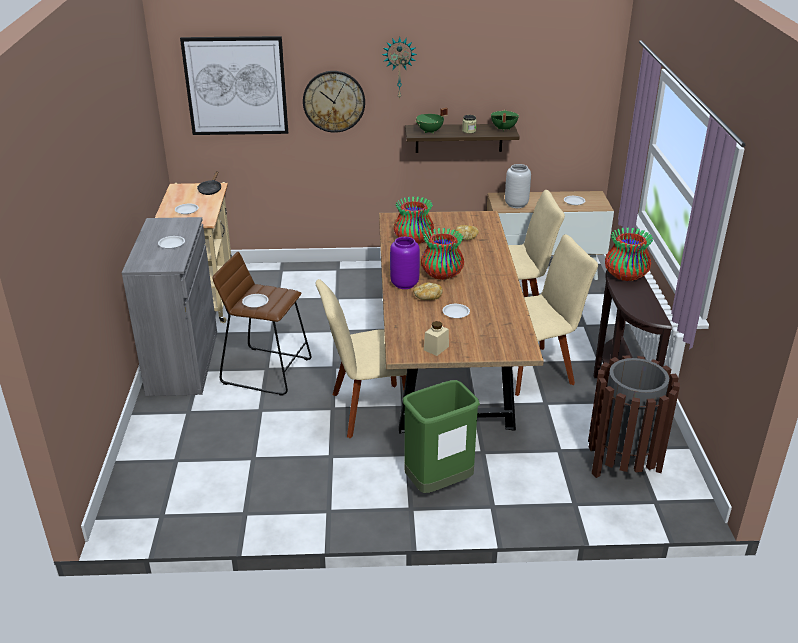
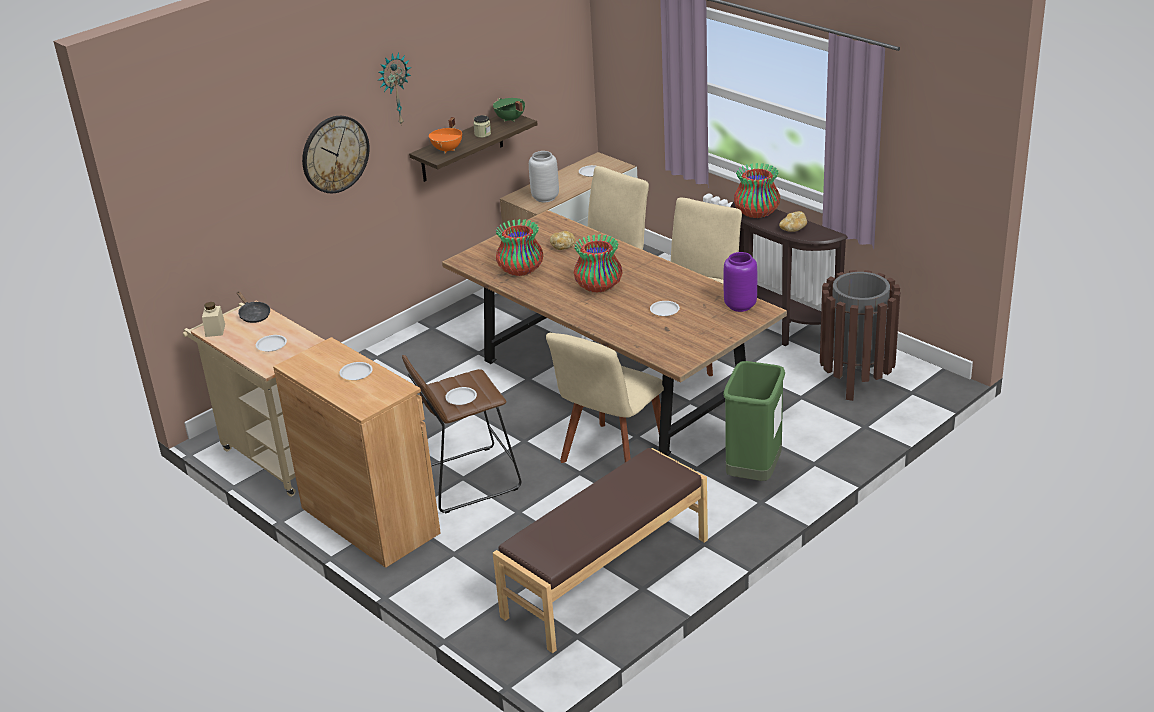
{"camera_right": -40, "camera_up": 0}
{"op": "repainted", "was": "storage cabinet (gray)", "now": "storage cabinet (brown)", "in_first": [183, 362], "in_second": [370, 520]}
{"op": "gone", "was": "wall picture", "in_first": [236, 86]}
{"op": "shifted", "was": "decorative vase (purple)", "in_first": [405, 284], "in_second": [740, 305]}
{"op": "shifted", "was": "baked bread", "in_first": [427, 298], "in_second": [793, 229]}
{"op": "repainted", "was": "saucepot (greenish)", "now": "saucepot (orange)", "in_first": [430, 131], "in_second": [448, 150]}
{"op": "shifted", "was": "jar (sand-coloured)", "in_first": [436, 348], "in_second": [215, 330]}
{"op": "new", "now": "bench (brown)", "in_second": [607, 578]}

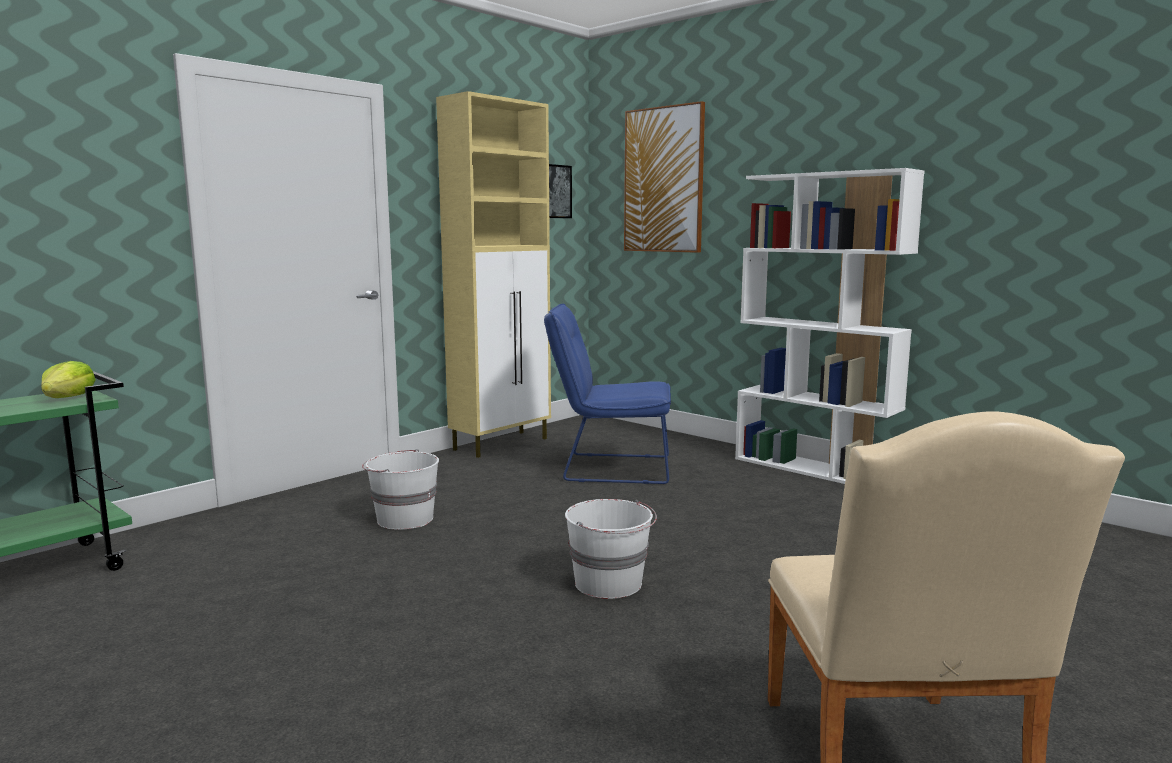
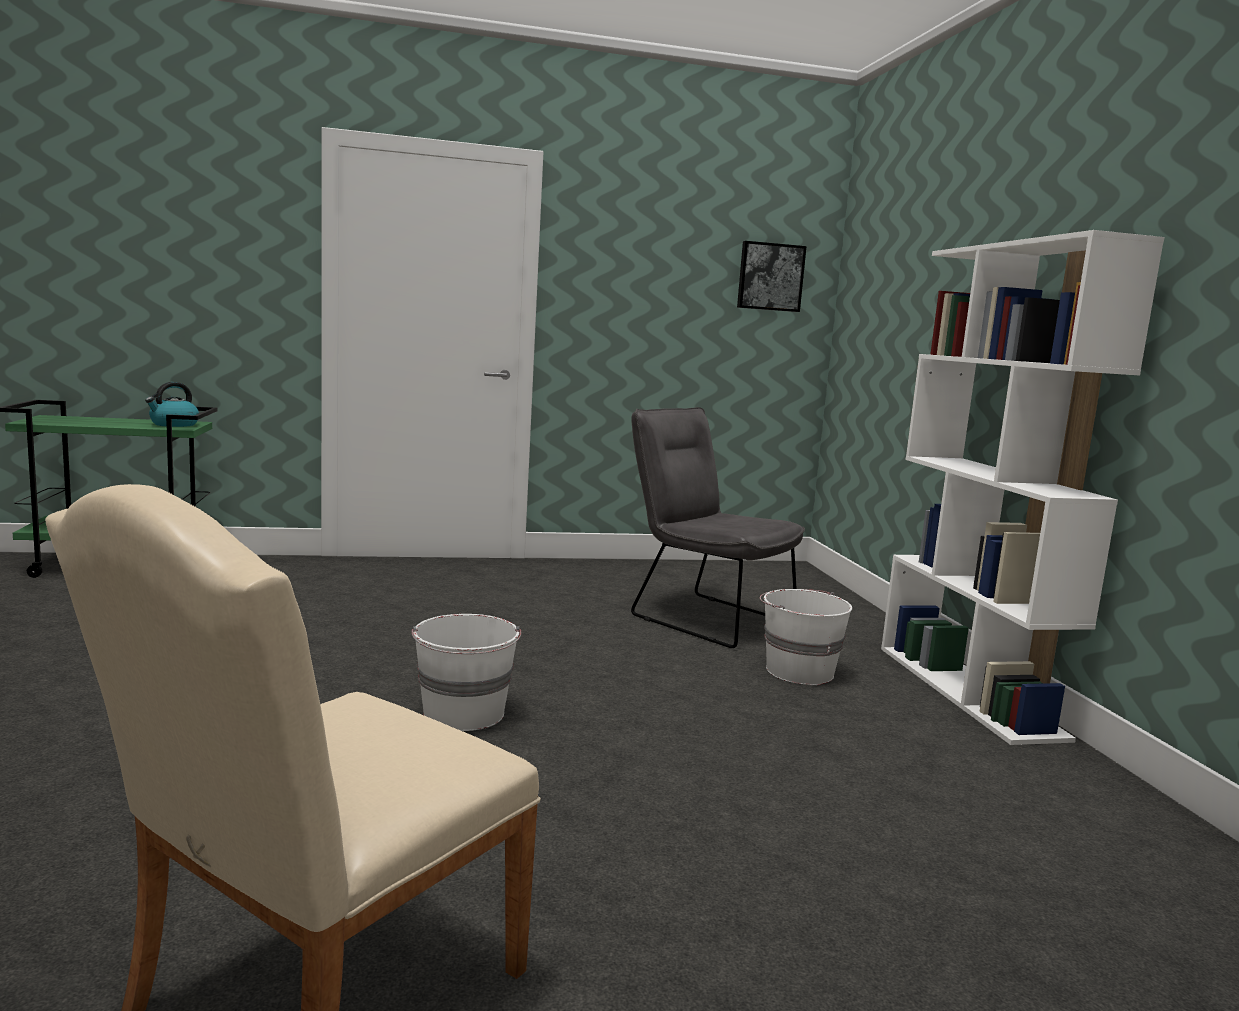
{"camera_right": 35, "camera_up": 0}
{"op": "swapped", "was": "lettuce", "now": "tea kettle", "in_first": [68, 398], "in_second": [174, 424]}
{"op": "shifted", "was": "water bucket (white)", "in_first": [403, 519], "in_second": [798, 671]}
{"op": "gone", "was": "storage cabinet (sand-coloured)", "in_first": [502, 444]}
{"op": "repainted", "was": "upright chair (bluish)", "now": "upright chair (gray)", "in_first": [608, 468], "in_second": [704, 617]}
{"op": "gone", "was": "wall picture", "in_first": [664, 180]}

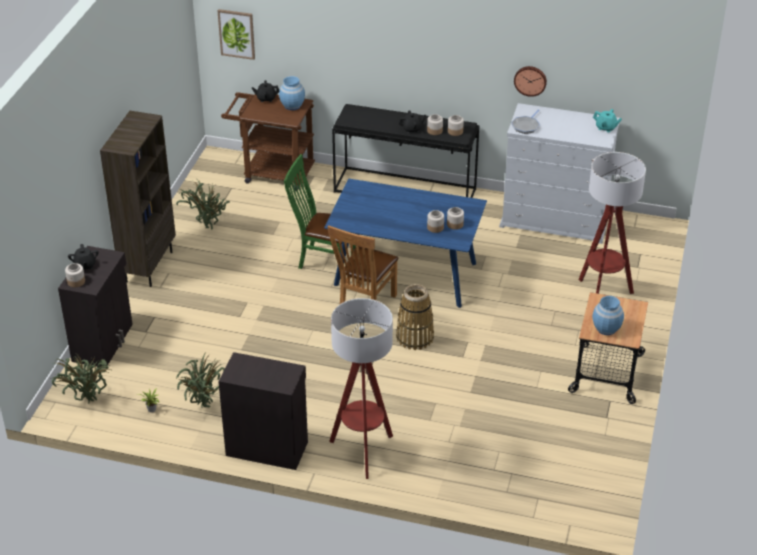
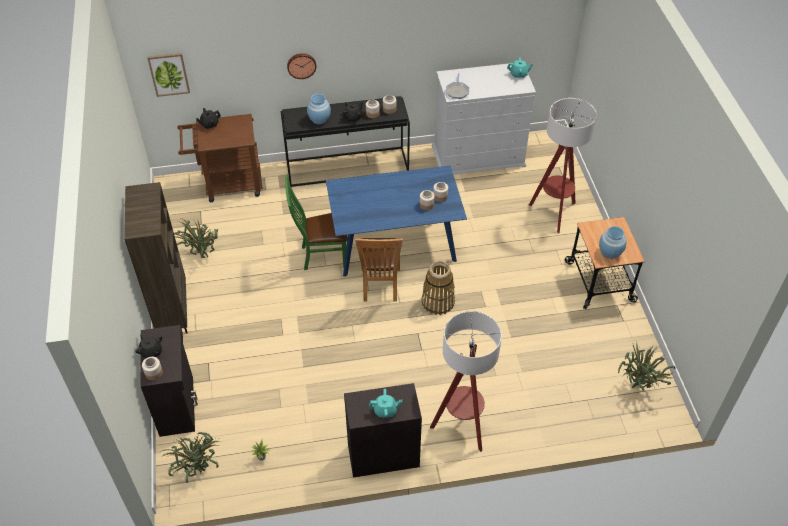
{"camera_right": -25, "camera_up": 10}
{"op": "shifted", "was": "potted plant", "in_first": [203, 407], "in_second": [638, 387]}
{"op": "shifted", "was": "decorative vase (bluish)", "in_first": [292, 105], "in_second": [319, 119]}
{"op": "shifted", "was": "wall clock", "in_first": [530, 80], "in_second": [301, 65]}
{"op": "new", "now": "teapot (turquoise)", "in_second": [385, 410]}

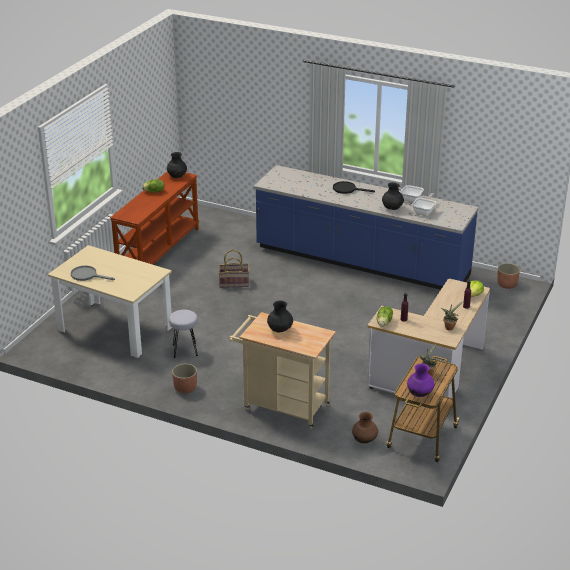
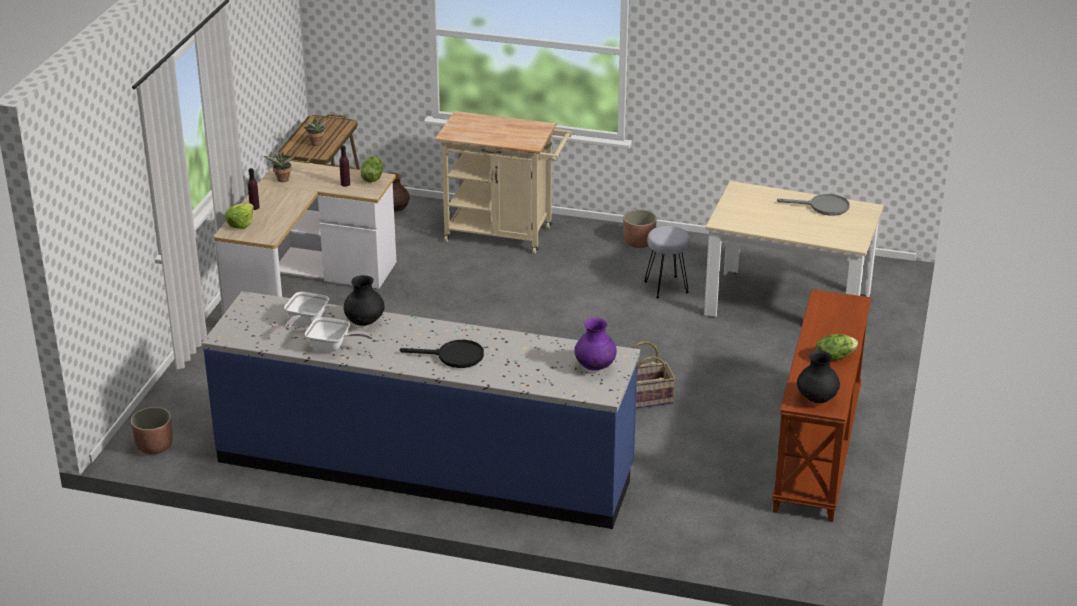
{"camera_right": 170, "camera_up": 0}
{"op": "gone", "was": "decorative vase (black)", "in_first": [280, 330]}
{"op": "shifted", "was": "decorative vase (purple)", "in_first": [419, 394], "in_second": [595, 367]}

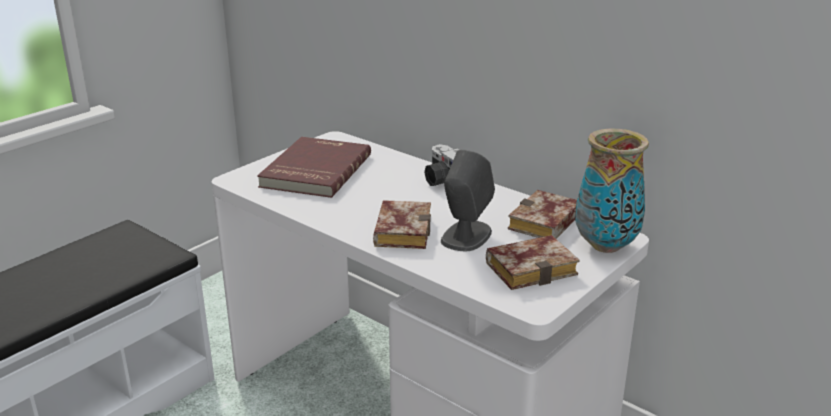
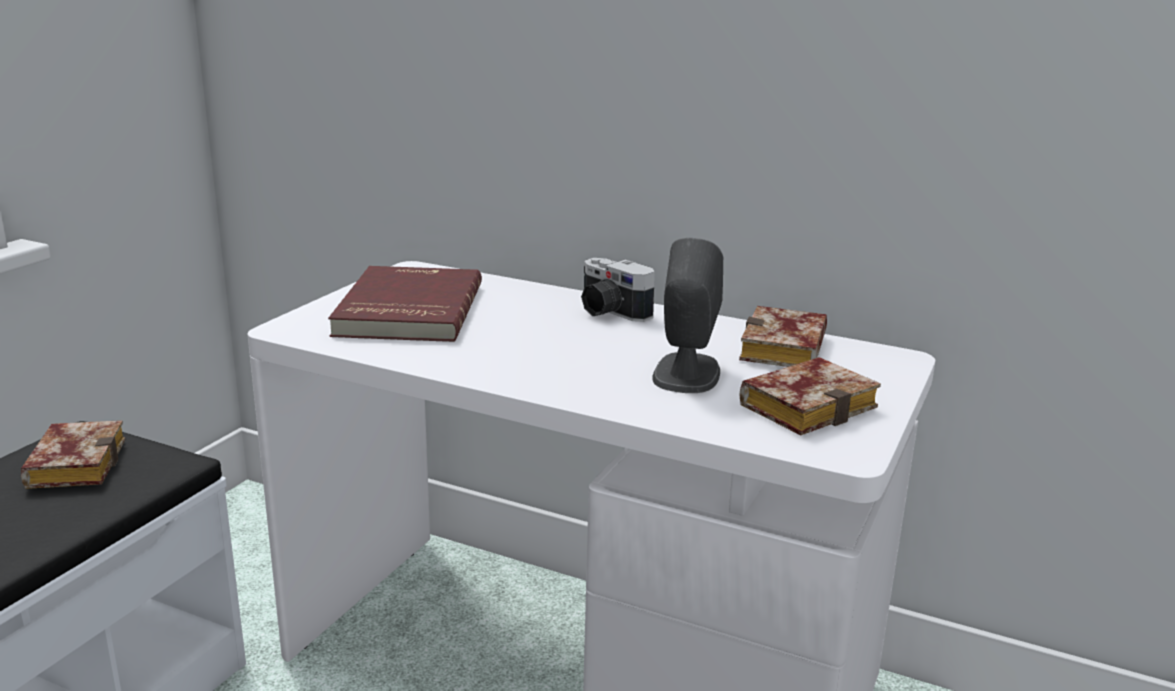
{"camera_right": -15, "camera_up": -5}
{"op": "shifted", "was": "bound book", "in_first": [401, 230], "in_second": [75, 462]}
{"op": "gone", "was": "decorative vase", "in_first": [606, 245]}

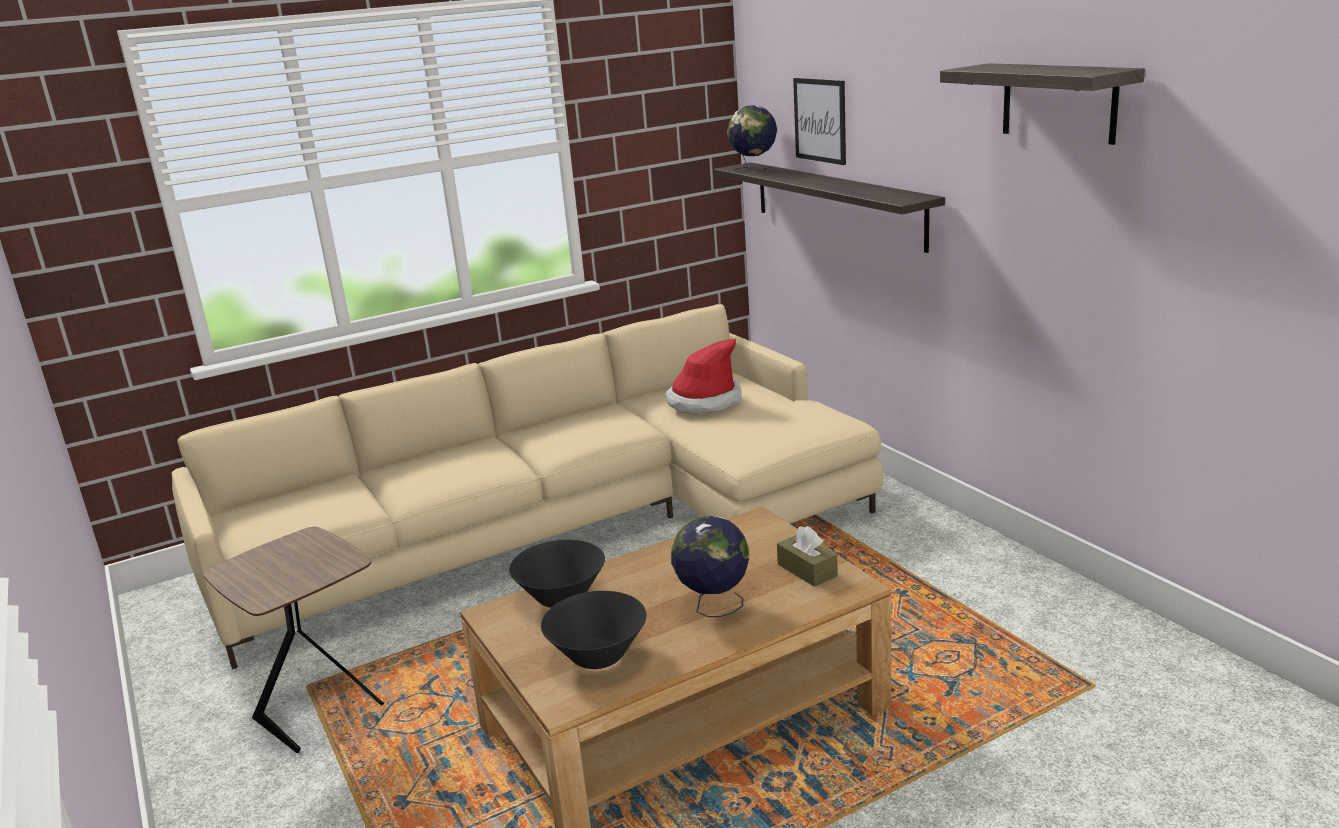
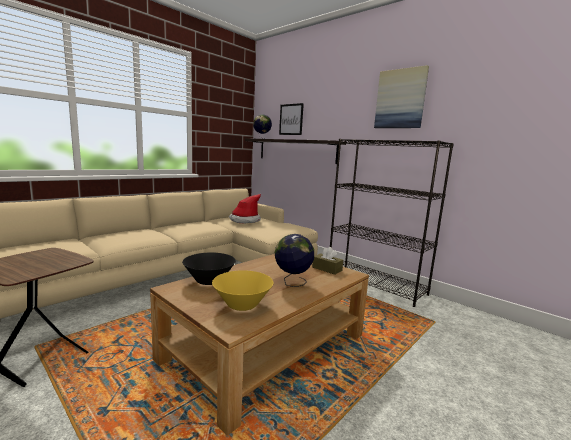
{"camera_right": -20, "camera_up": -10}
{"op": "repainted", "was": "deep dish (black)", "now": "deep dish (yellow)", "in_first": [597, 656], "in_second": [242, 305]}
{"op": "swapped", "was": "wall shelf", "now": "wall picture", "in_first": [1058, 102], "in_second": [400, 99]}
{"op": "new", "now": "bookshelf (black)", "in_second": [376, 285]}

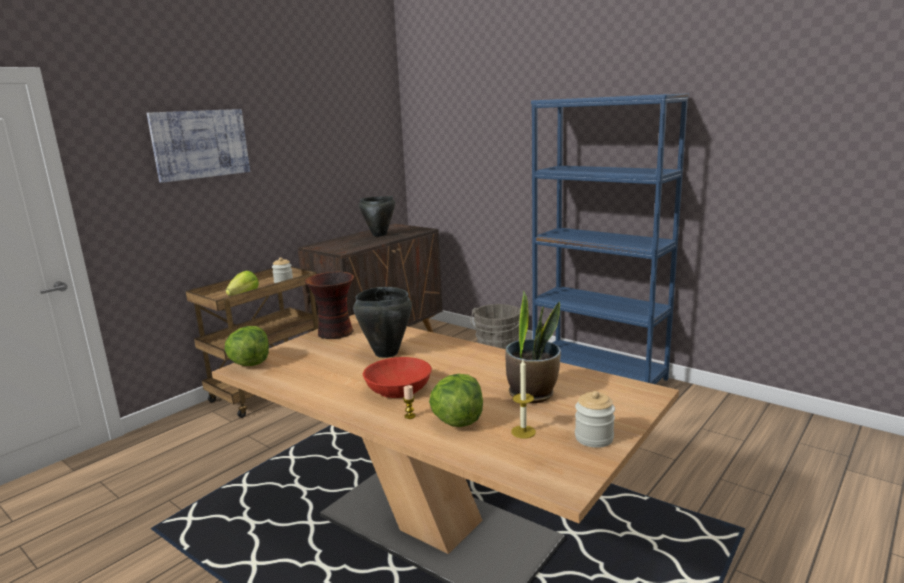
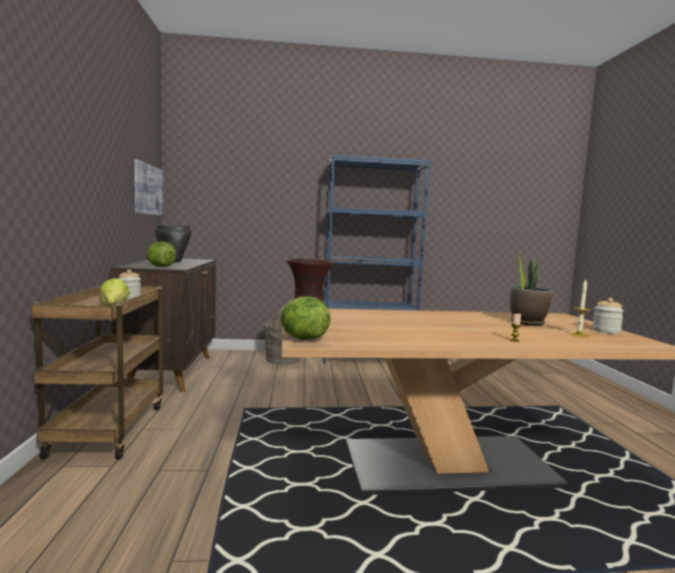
{"camera_right": -45, "camera_up": -10}
{"op": "shifted", "was": "wall picture", "in_first": [200, 144], "in_second": [148, 189]}
{"op": "gone", "was": "saucepot (black)", "in_first": [386, 353]}
{"op": "gone", "was": "deep dish (red-coloured)", "in_first": [398, 388]}
{"op": "shifted", "was": "lettuce", "in_first": [457, 421], "in_second": [160, 267]}

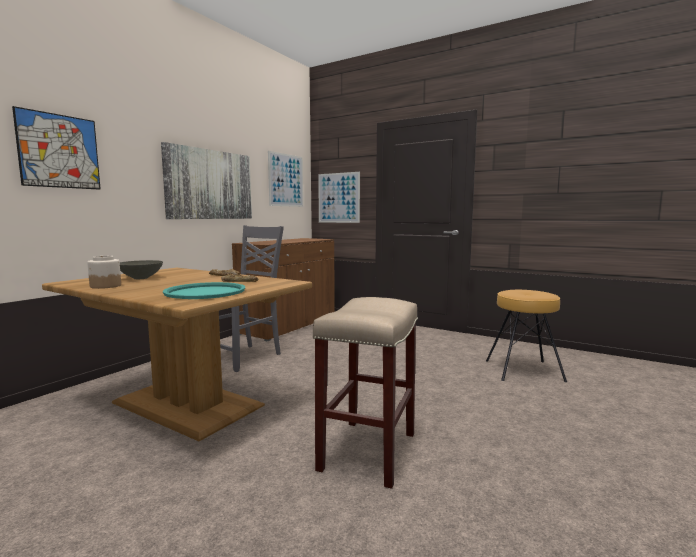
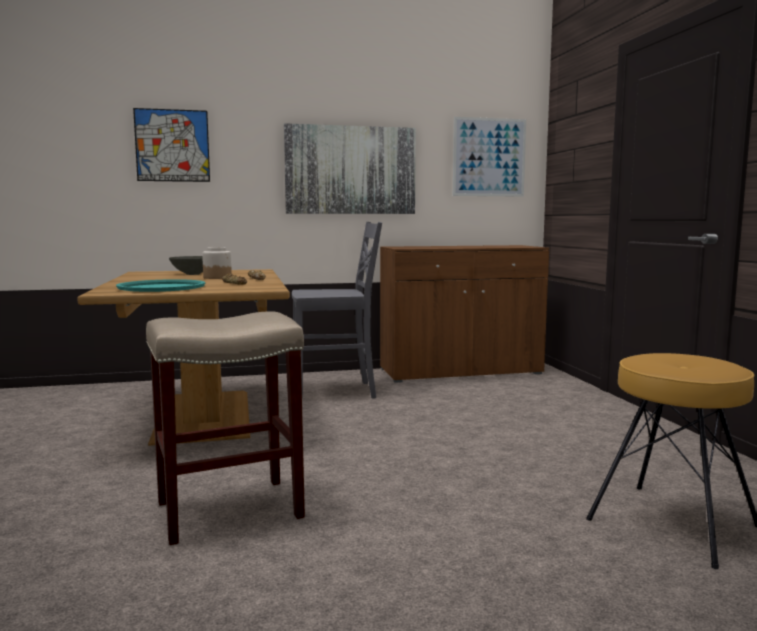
{"camera_right": 45, "camera_up": 0}
{"op": "shifted", "was": "jar", "in_first": [105, 286], "in_second": [217, 277]}
{"op": "gone", "was": "wall picture", "in_first": [338, 198]}

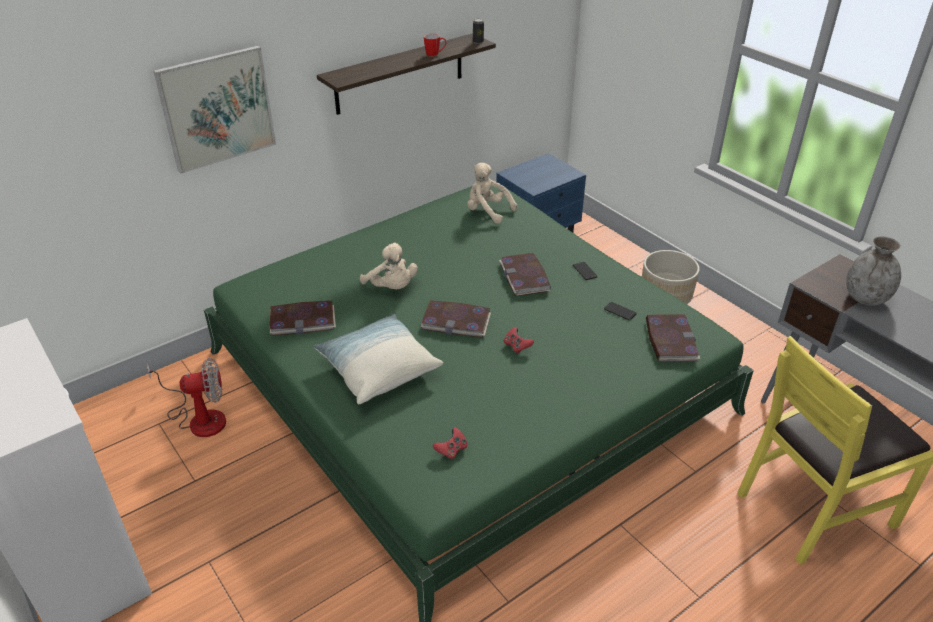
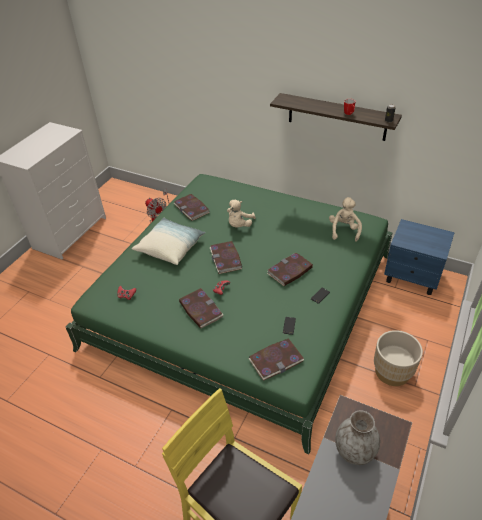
{"camera_right": 65, "camera_up": 5}
{"op": "gone", "was": "wall picture", "in_first": [217, 109]}
{"op": "new", "now": "bound book", "in_second": [200, 309]}

